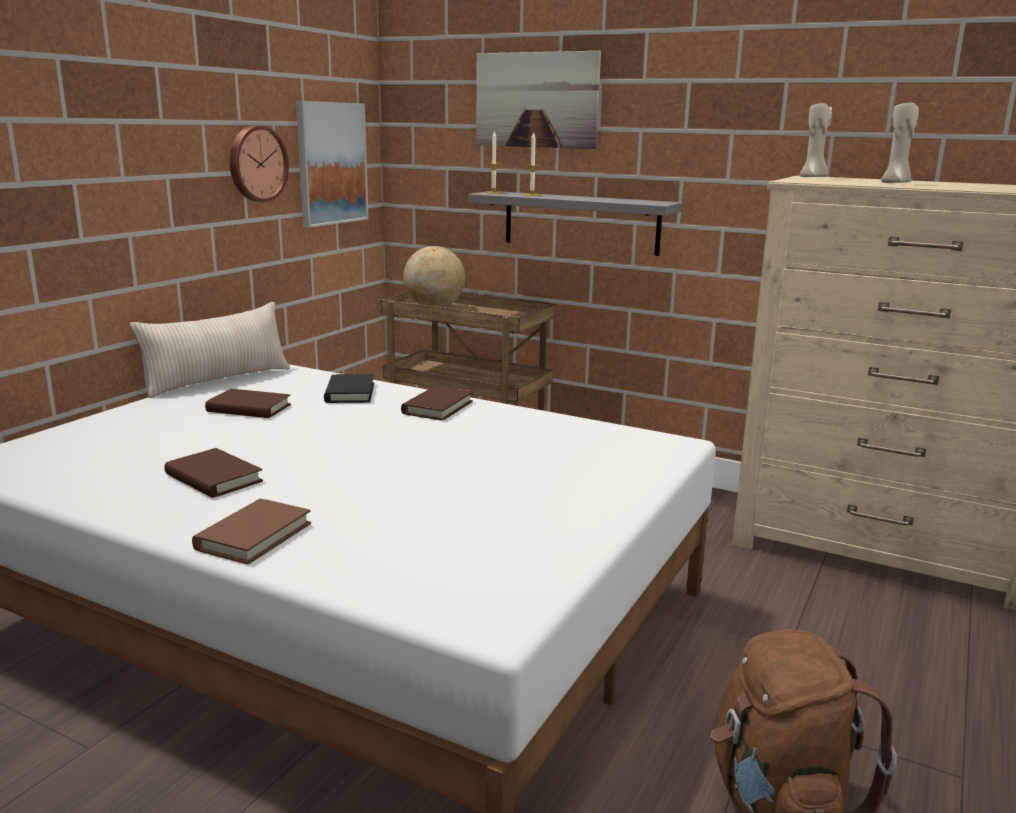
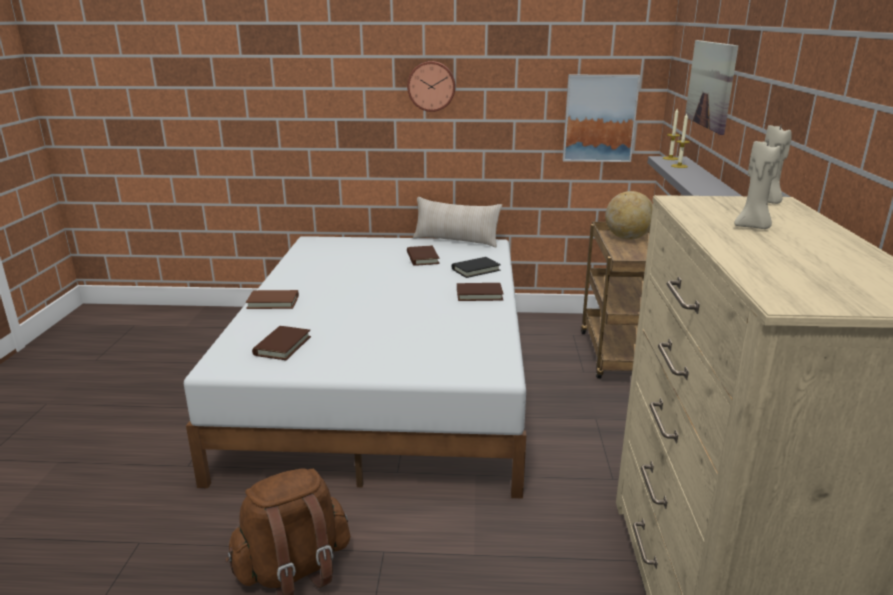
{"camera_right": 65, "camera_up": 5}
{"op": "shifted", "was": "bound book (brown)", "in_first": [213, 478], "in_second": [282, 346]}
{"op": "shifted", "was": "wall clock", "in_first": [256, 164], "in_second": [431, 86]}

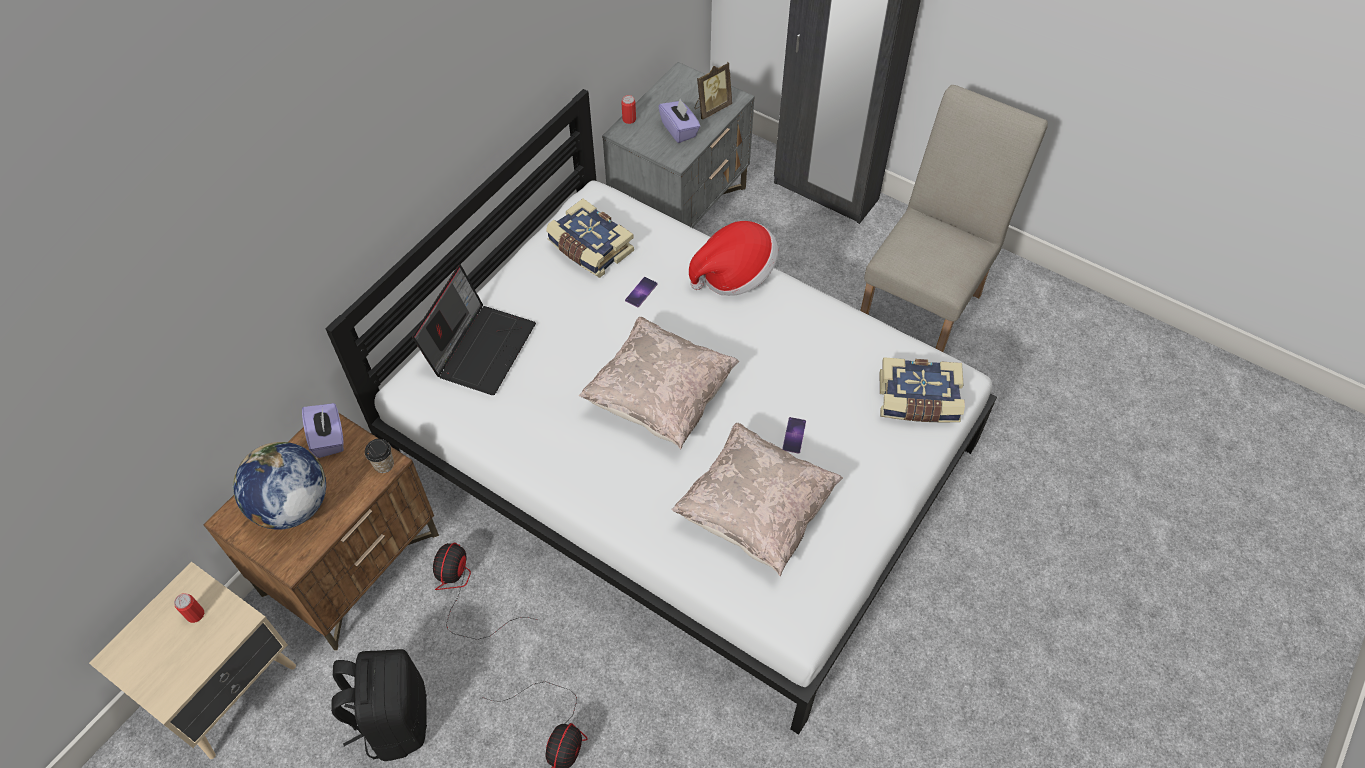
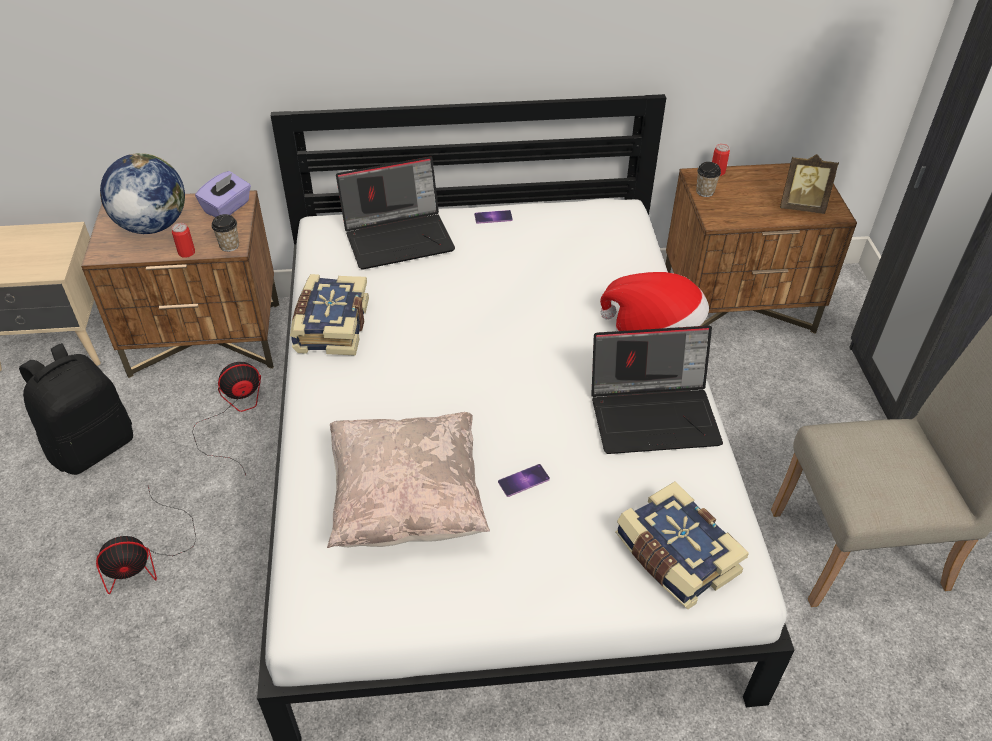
{"camera_right": 50, "camera_up": -10}
{"op": "shifted", "was": "metal can", "in_first": [195, 614], "in_second": [186, 253]}
{"op": "shifted", "was": "bound book", "in_first": [589, 249], "in_second": [330, 326]}
{"op": "gone", "was": "cushion (sand-coloured)", "in_first": [660, 398]}
{"op": "repainted", "was": "bedside table (gray)", "now": "bedside table (brown)", "in_first": [680, 207], "in_second": [738, 306]}
{"op": "shifted", "was": "handset", "in_first": [641, 292], "in_second": [493, 217]}
{"op": "gone", "was": "box of tissues (purple)", "in_first": [679, 130]}
{"op": "new", "now": "laptop", "in_second": [655, 414]}
{"op": "new", "now": "small cup", "in_second": [705, 192]}

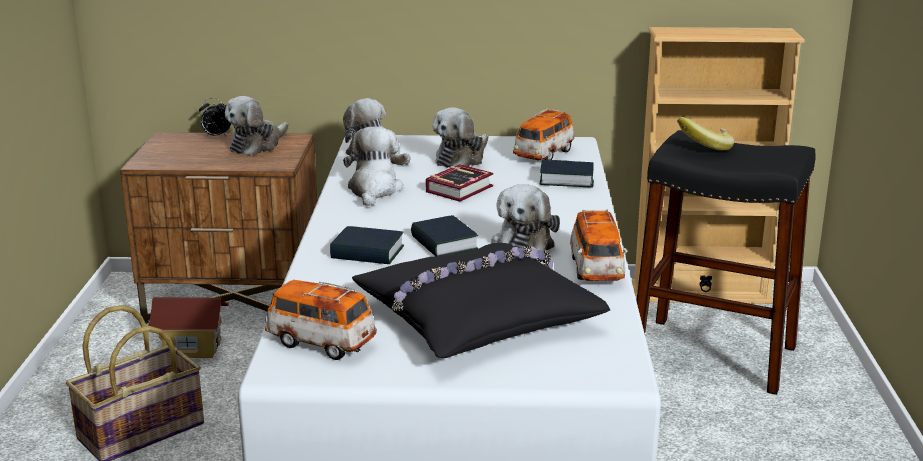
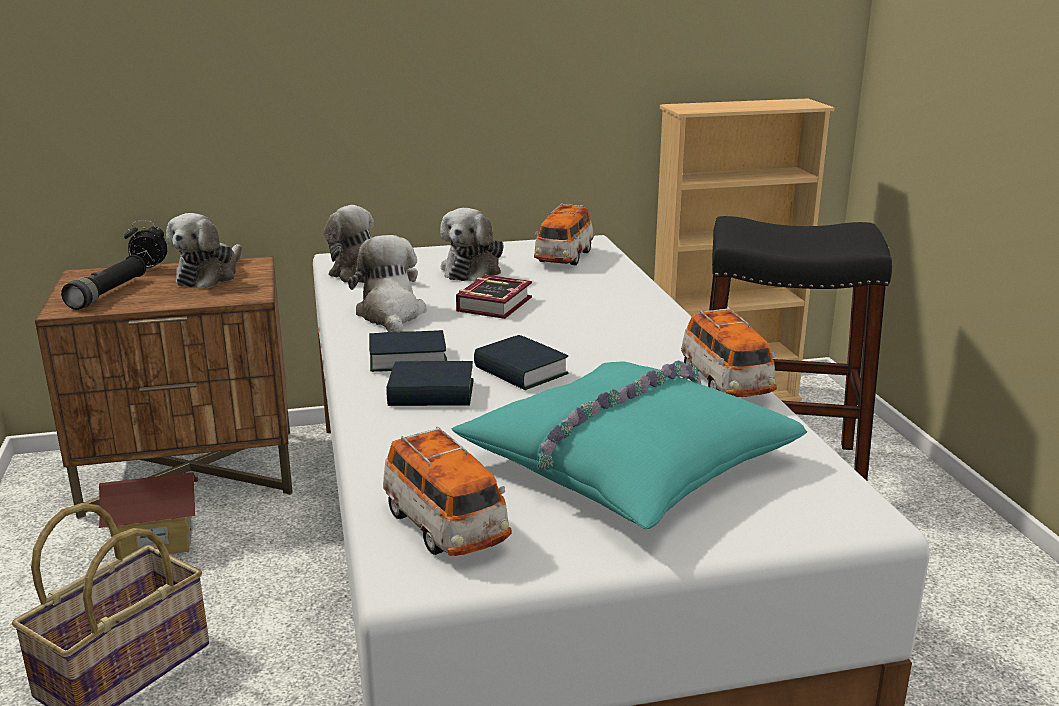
{"camera_right": -15, "camera_up": 0}
{"op": "rotated", "was": "model car", "in_first": [320, 343], "in_second": [445, 527], "clockwise": -135}
{"op": "repainted", "was": "cushion (black)", "now": "cushion (turquoise)", "in_first": [477, 316], "in_second": [627, 461]}
{"op": "gone", "was": "plush toy", "in_first": [524, 243]}
{"op": "shifted", "was": "bound book", "in_first": [566, 180], "in_second": [407, 359]}
{"op": "gone", "was": "whole banana", "in_first": [704, 147]}
{"op": "new", "now": "torch (black)", "in_second": [108, 294]}

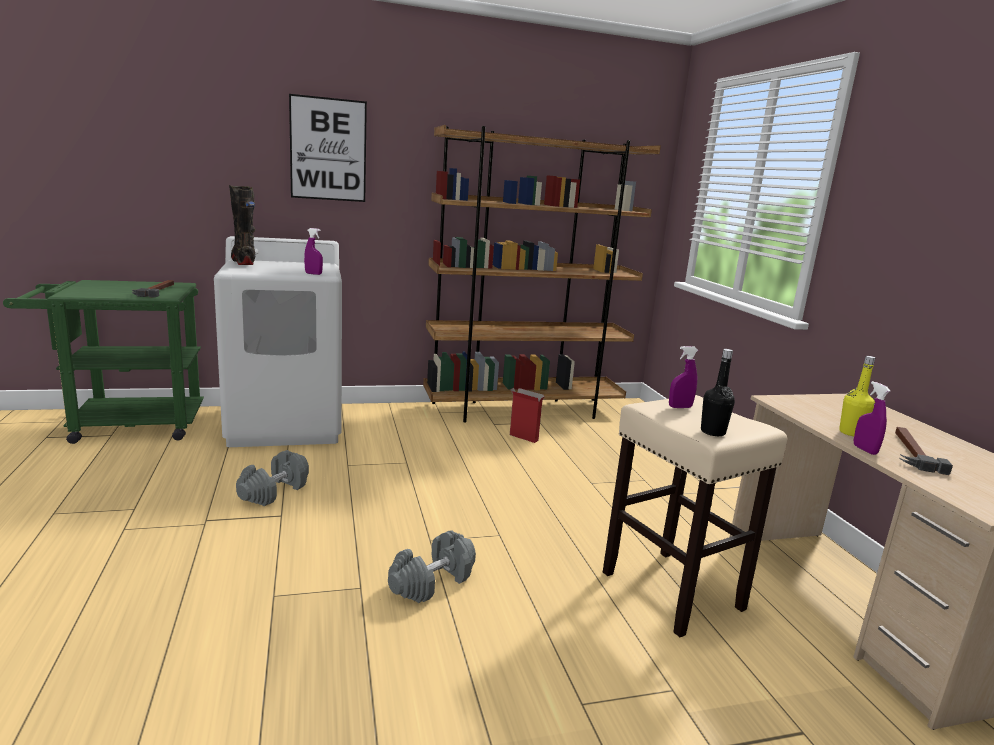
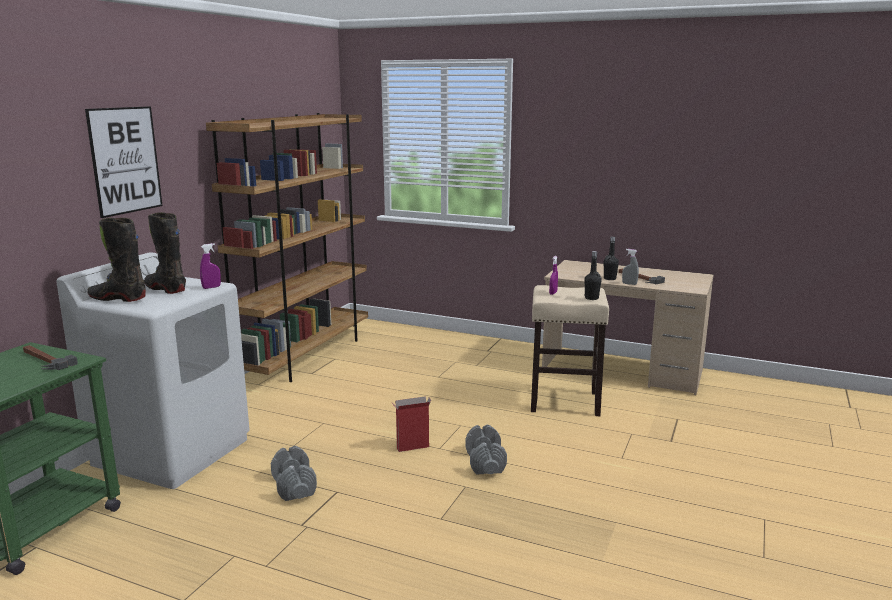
{"camera_right": -50, "camera_up": 0}
{"op": "shifted", "was": "cardboard box", "in_first": [523, 437], "in_second": [412, 447]}
{"op": "repainted", "was": "beverage bottle (yellow)", "now": "beverage bottle (black)", "in_first": [851, 433], "in_second": [609, 278]}
{"op": "repainted", "was": "spray bottle (purple)", "now": "spray bottle (gray)", "in_first": [864, 450], "in_second": [629, 284]}
{"op": "new", "now": "high-top boot (black)", "in_second": [166, 289]}

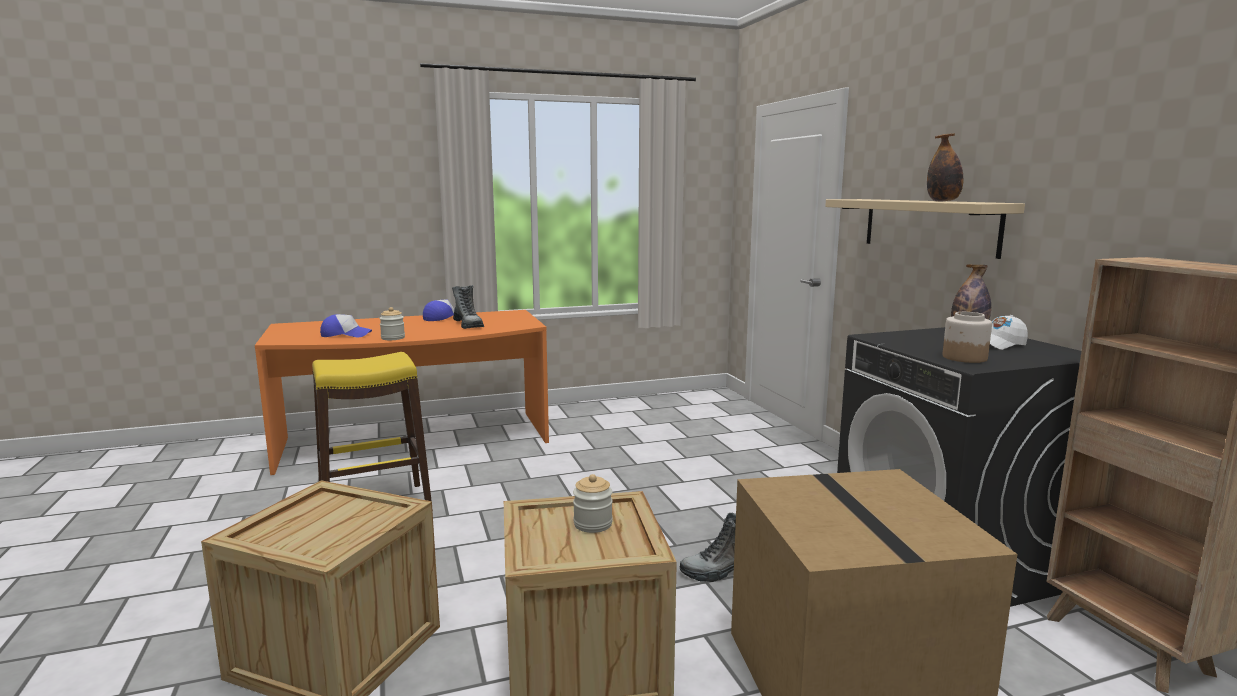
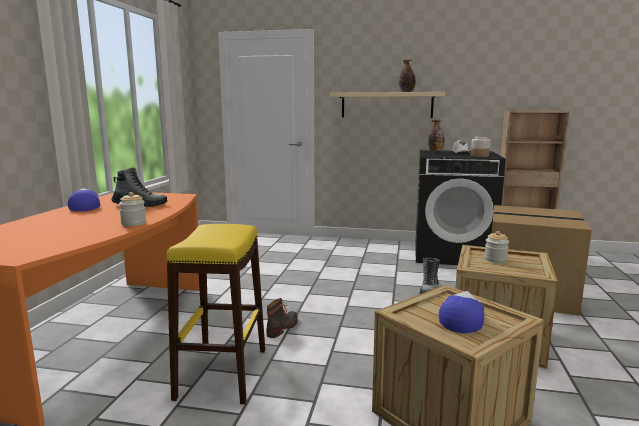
{"camera_right": -60, "camera_up": 0}
{"op": "shifted", "was": "cap", "in_first": [345, 335], "in_second": [462, 319]}
{"op": "new", "now": "high-top boot", "in_second": [283, 327]}

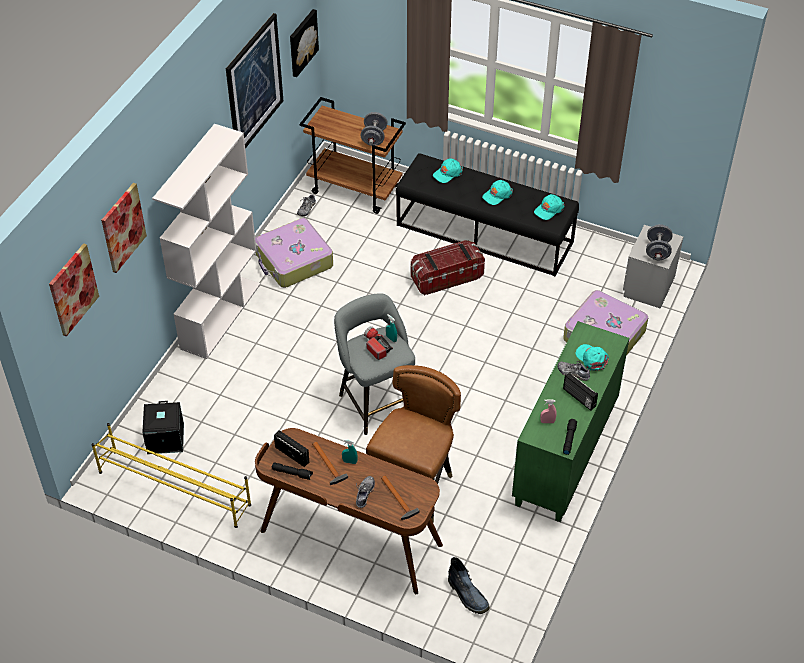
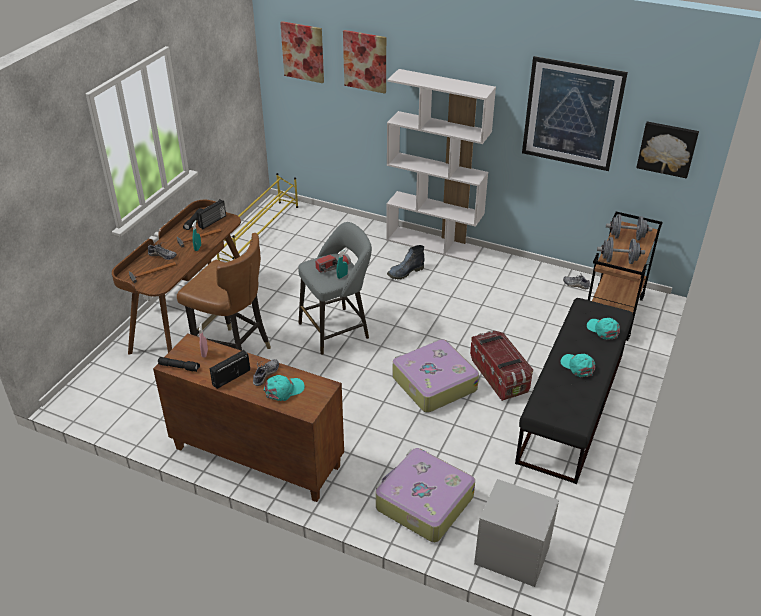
{"camera_right": 90, "camera_up": -10}
{"op": "gone", "was": "storage box (black)", "in_first": [164, 438]}
{"op": "shifted", "was": "piece of luggage", "in_first": [293, 261], "in_second": [433, 383]}
{"op": "shifted", "was": "high-top boot", "in_first": [468, 595], "in_second": [405, 272]}
{"op": "repainted", "was": "storage cabinet (greenish)", "now": "storage cabinet (brown)", "in_first": [565, 456], "in_second": [255, 457]}
{"op": "gone", "was": "cap (turquoise)", "in_first": [548, 210]}
{"op": "shifted", "was": "hand weight (gray)", "in_first": [657, 251], "in_second": [626, 237]}

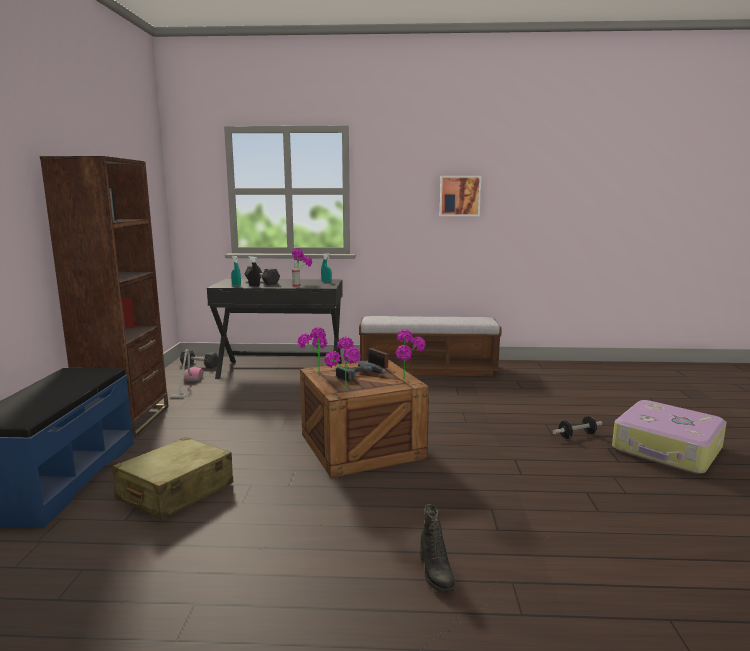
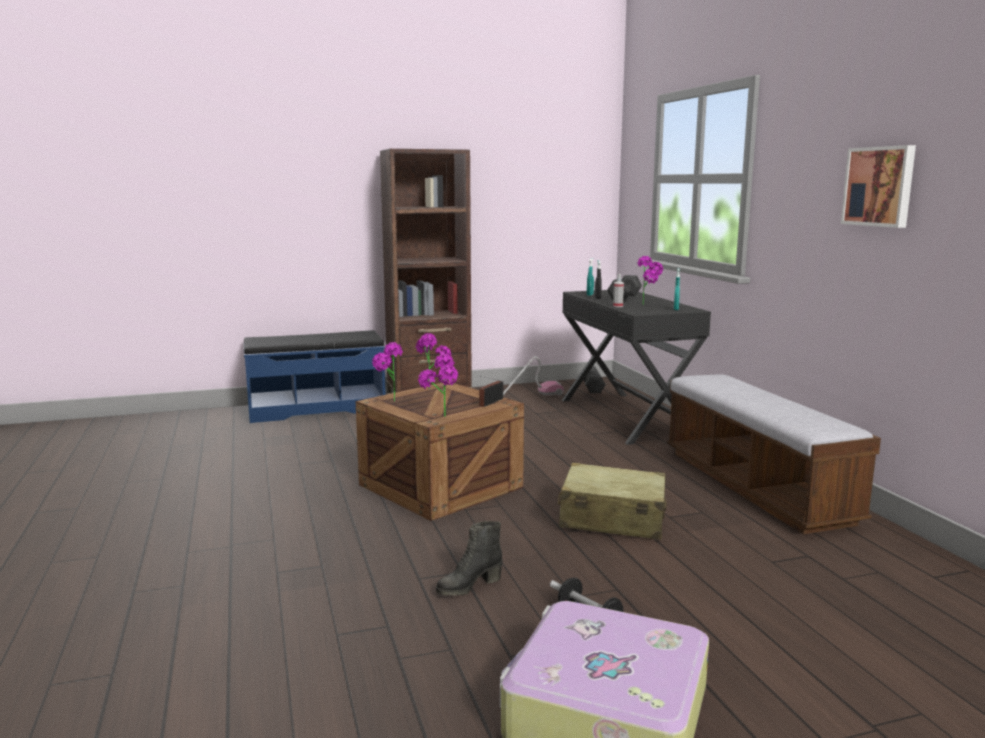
{"camera_right": 70, "camera_up": 0}
{"op": "shifted", "was": "piece of luggage (sand-coloured)", "in_first": [175, 492], "in_second": [612, 519]}
{"op": "gone", "was": "power drill", "in_first": [360, 376]}
{"op": "shifted", "was": "high-top boot (black)", "in_first": [435, 574], "in_second": [468, 586]}

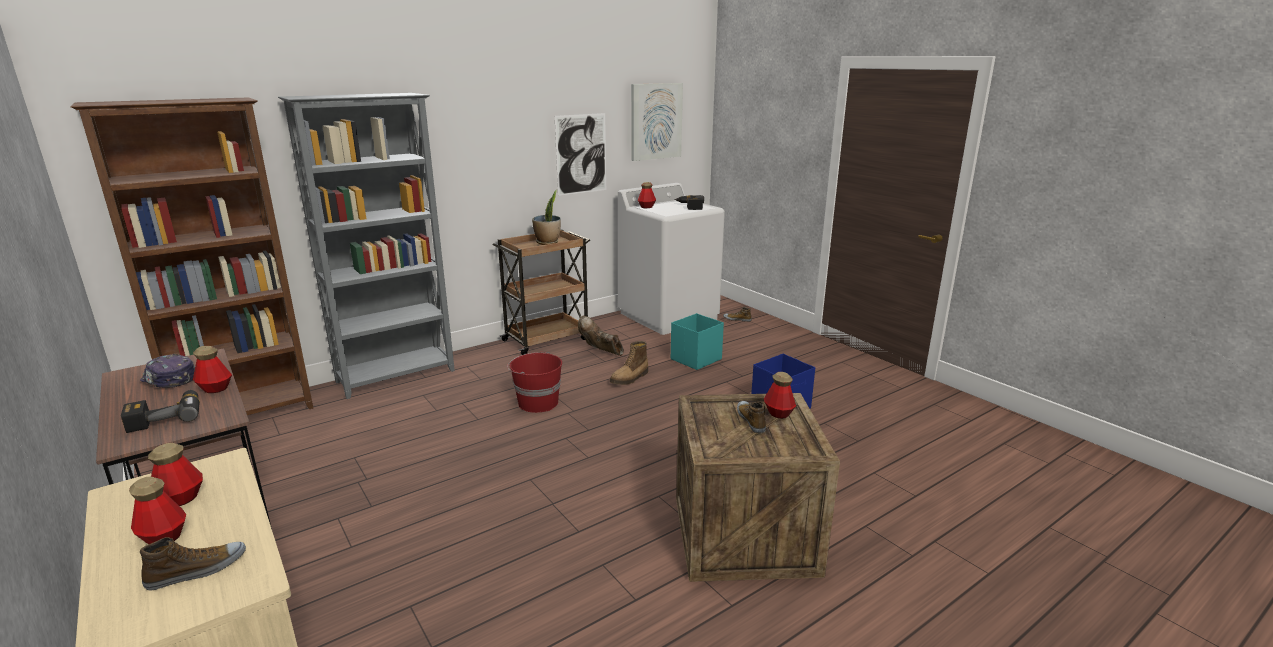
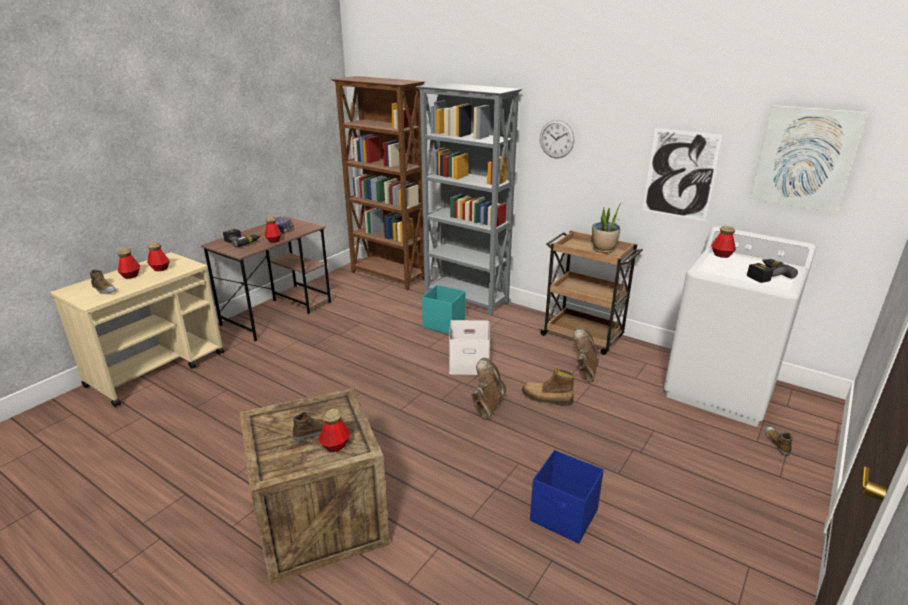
{"camera_right": 70, "camera_up": 5}
{"op": "swapped", "was": "water bucket (red-coloured)", "now": "storage box (white)", "in_first": [537, 402], "in_second": [468, 364]}
{"op": "shifted", "was": "storage box (turquoise)", "in_first": [695, 359], "in_second": [443, 324]}
{"op": "new", "now": "high-top boot (brown)", "in_second": [487, 405]}
{"op": "new", "now": "wall clock", "in_second": [556, 139]}

